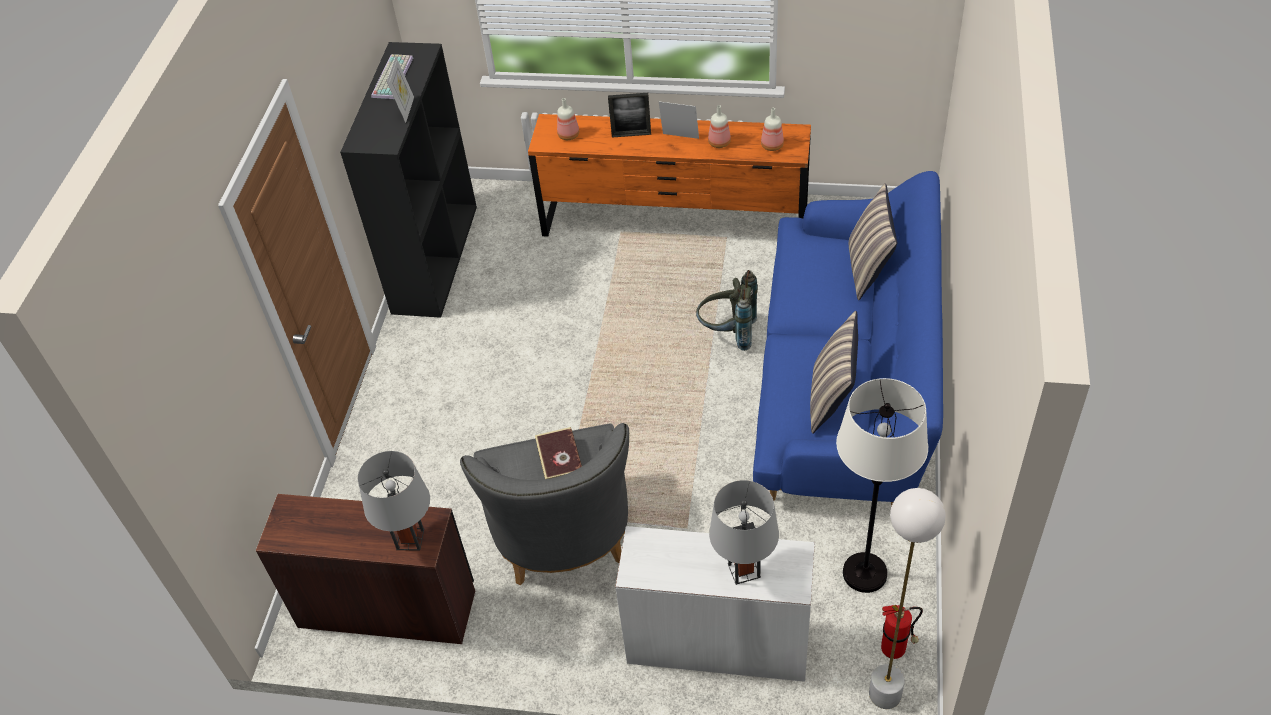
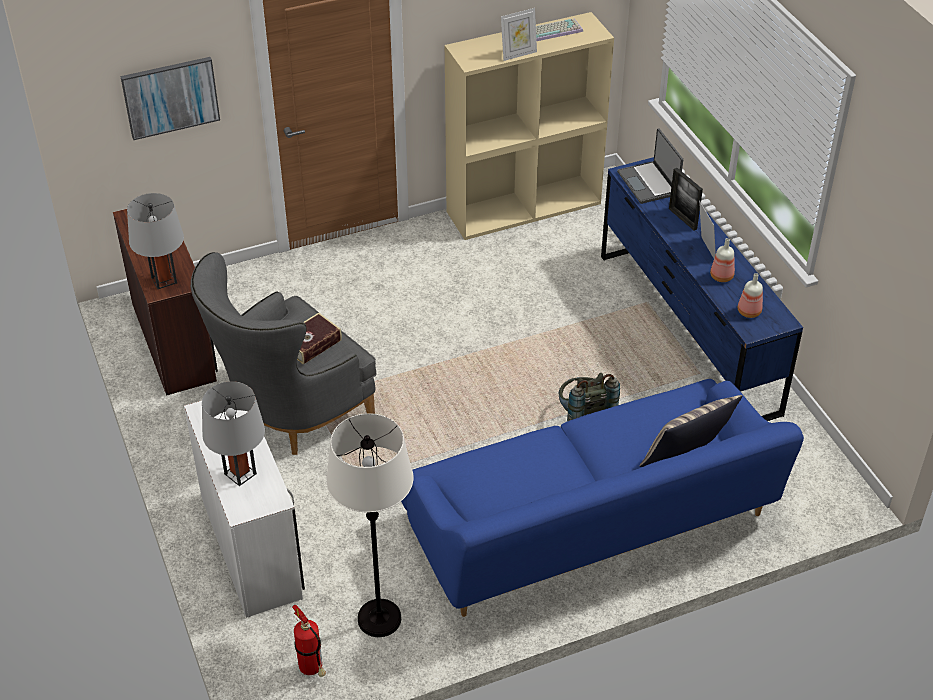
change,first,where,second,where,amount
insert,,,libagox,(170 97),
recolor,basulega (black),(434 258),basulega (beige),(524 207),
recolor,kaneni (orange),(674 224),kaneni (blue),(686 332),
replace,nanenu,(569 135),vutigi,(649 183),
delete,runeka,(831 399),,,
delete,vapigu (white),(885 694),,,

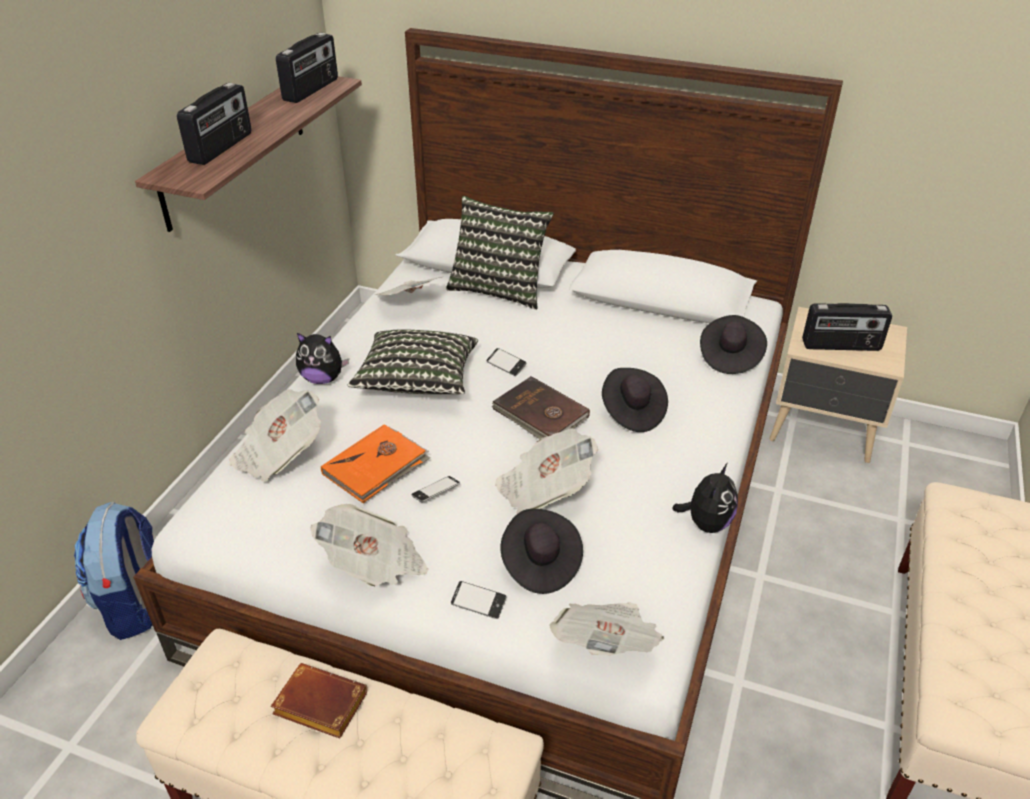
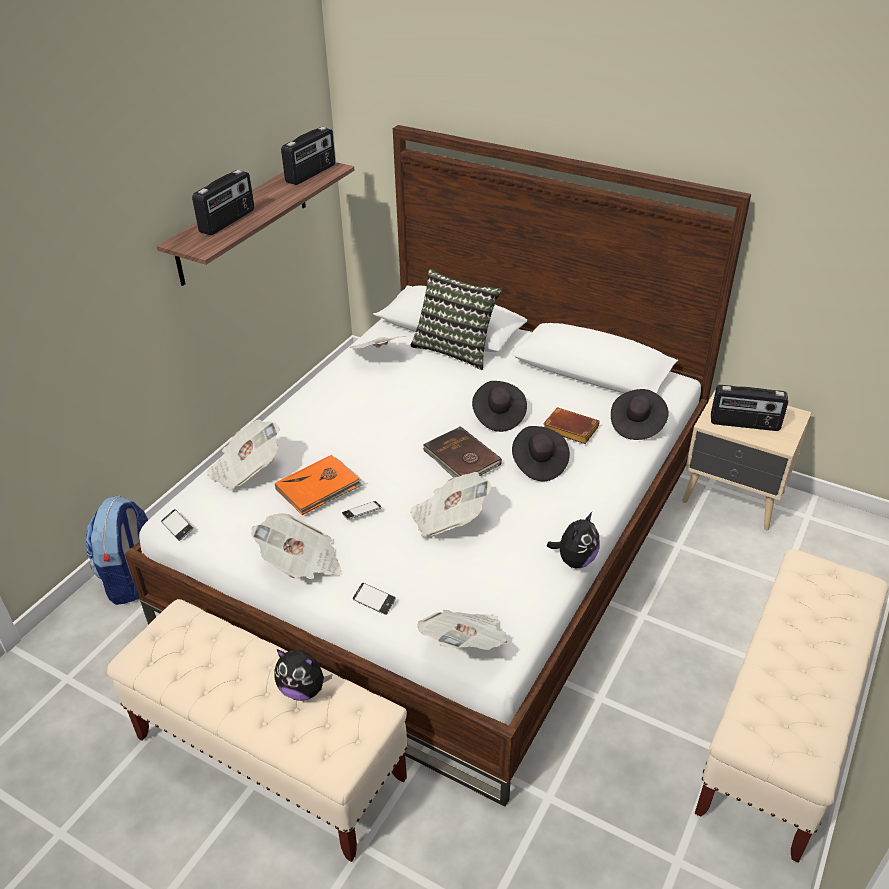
change,first,where,second,where,amount
move,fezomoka,(506 365),,(177 527),
move,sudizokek,(323 378),,(303 689),
move,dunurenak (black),(540 564),,(498 416),
move,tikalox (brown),(317 706),,(568 430),
delete,runeka,(417 381),,,

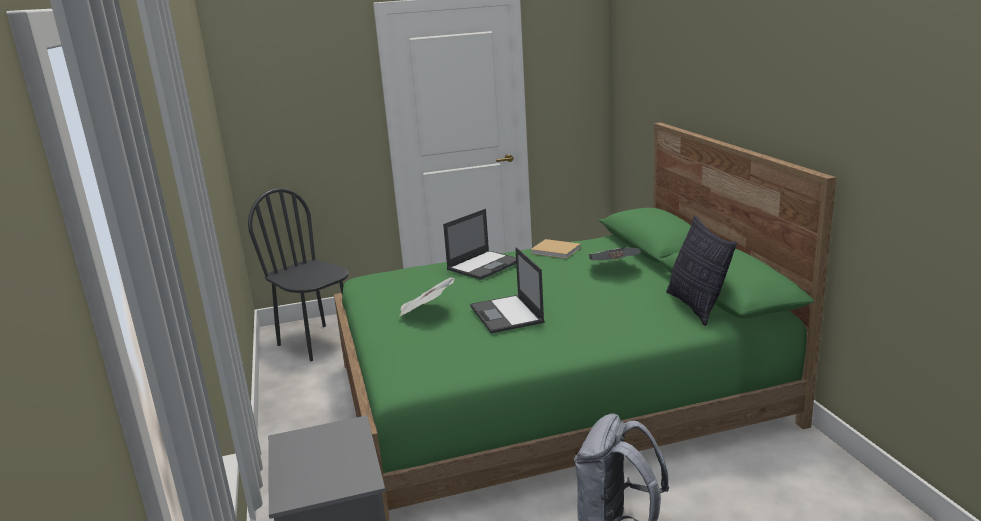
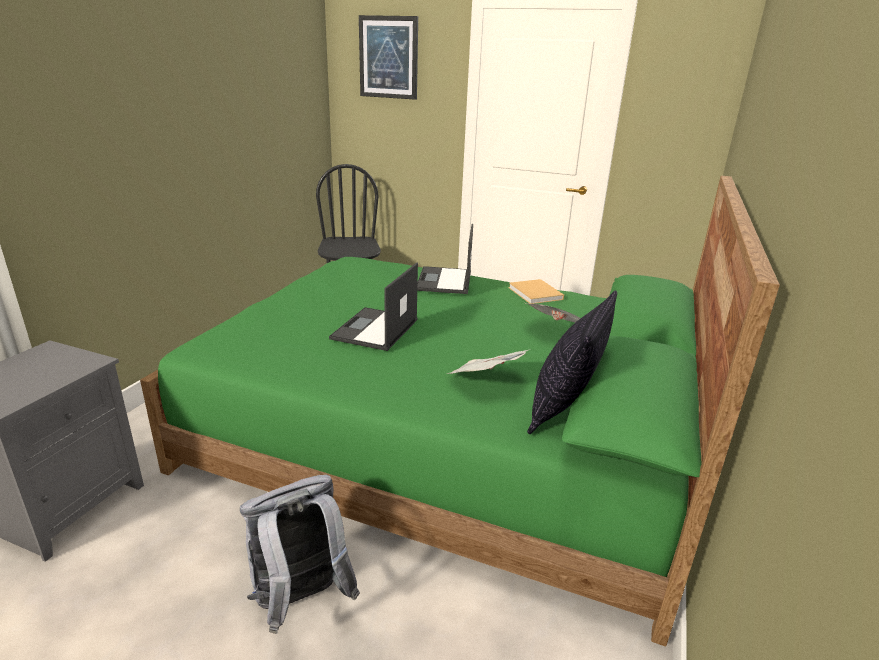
change,first,where,second,where,amount
insert,,,libagox,(388 57),
rotate,vutigi,(484 265),,(444 281),105 degrees clockwise
move,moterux,(426 311),,(486 381),

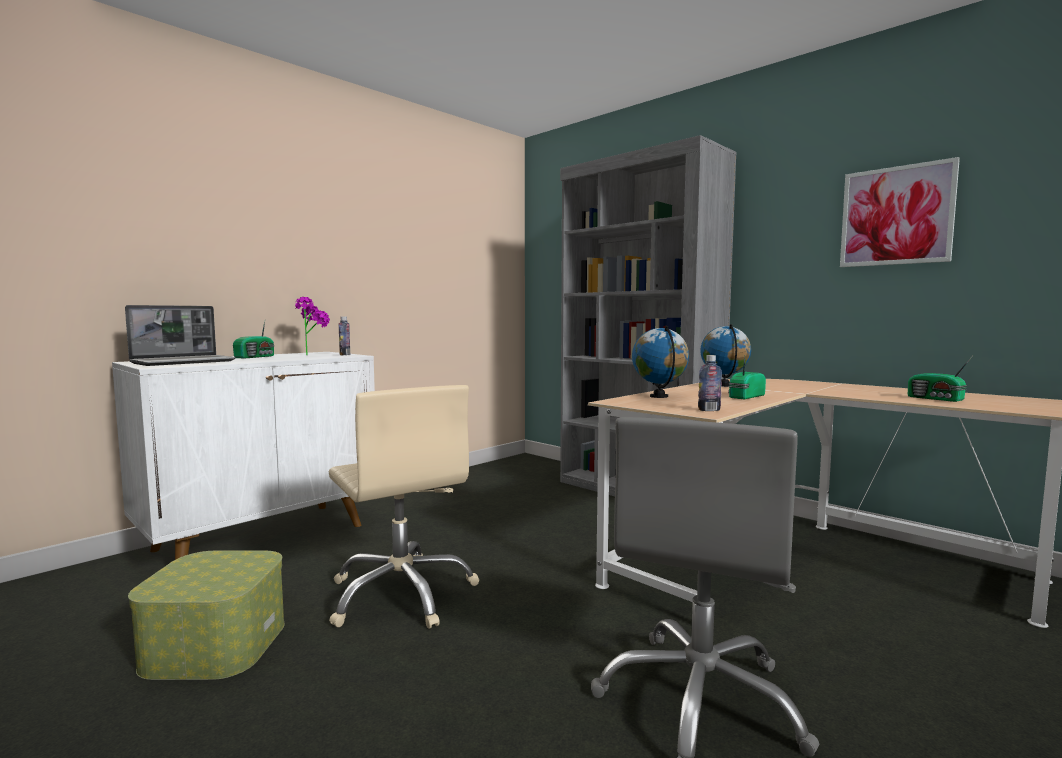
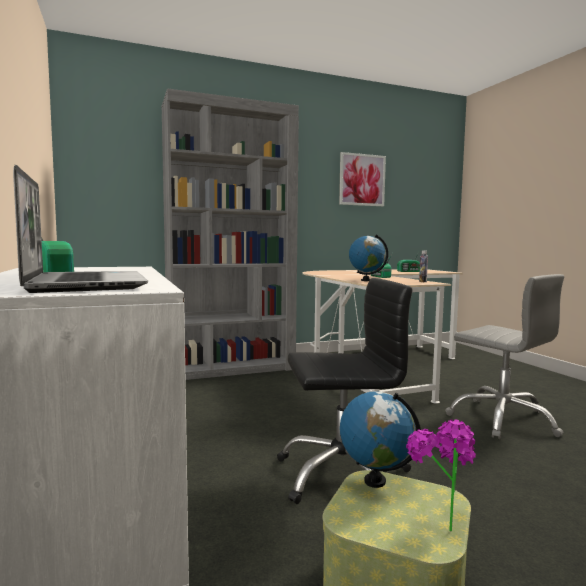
change,first,where,second,where,amount
recolor,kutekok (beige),(402 593),kutekok (black),(342 474),
move,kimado,(724 385),,(375 481),
move,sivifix,(313 354),,(439 522),
delete,nanenu,(345 354),,,

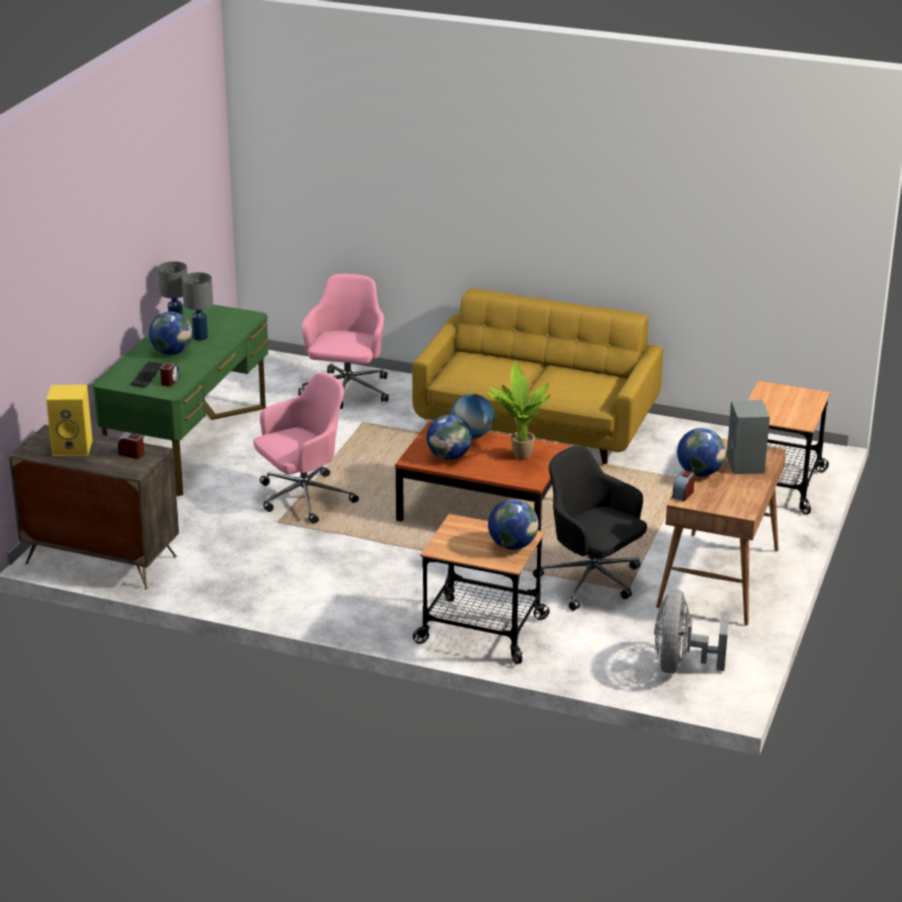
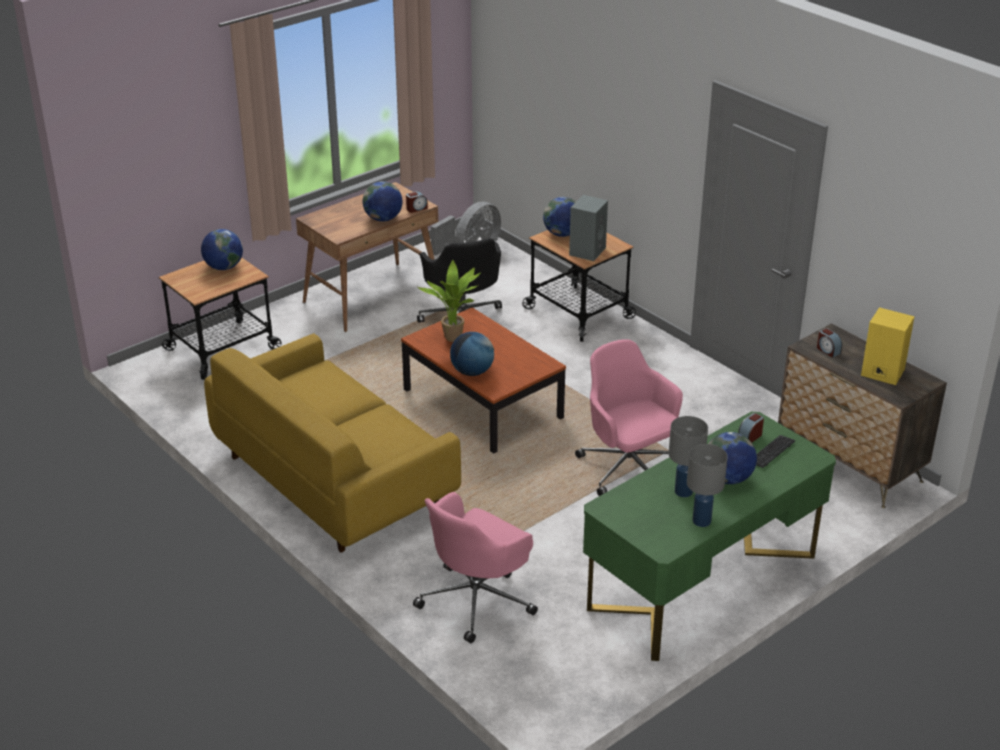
change,first,where,second,where,amount
move,kimado,(449 456),,(224 267),
move,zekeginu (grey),(746 465),,(587 251),
rotate,kutekok (pink),(303 498),,(628 468),60 degrees clockwise

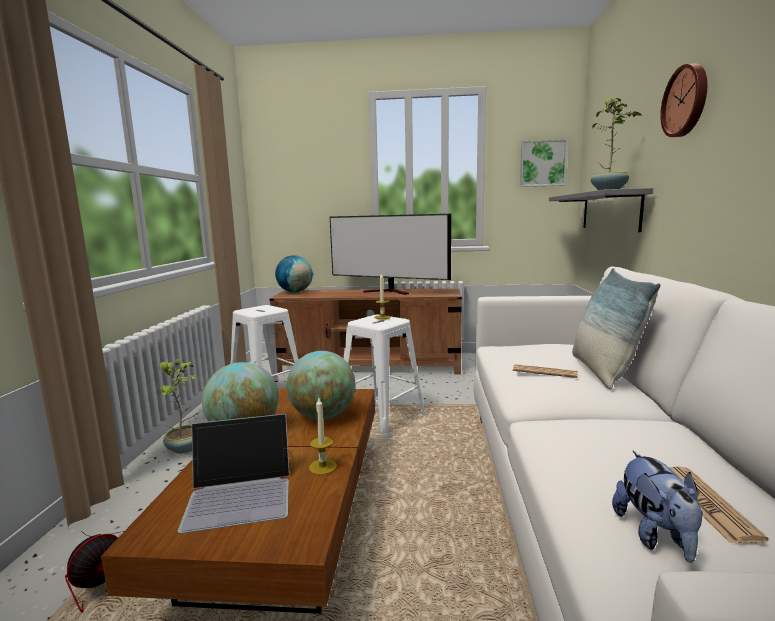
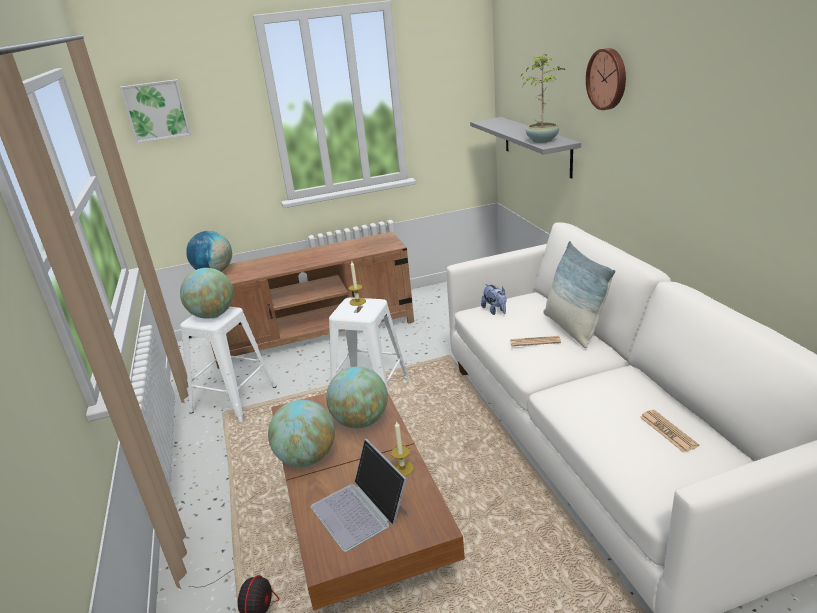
change,first,where,second,where,amount
move,libagox,(542 163),,(156 110),
insert,,,kimado,(213 315),
rotate,vutigi,(241 493),,(361 510),90 degrees clockwise
move,sudizokek,(655 536),,(495 311),
delete,sivifix,(186 448),,,
delete,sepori,(390 292),,,

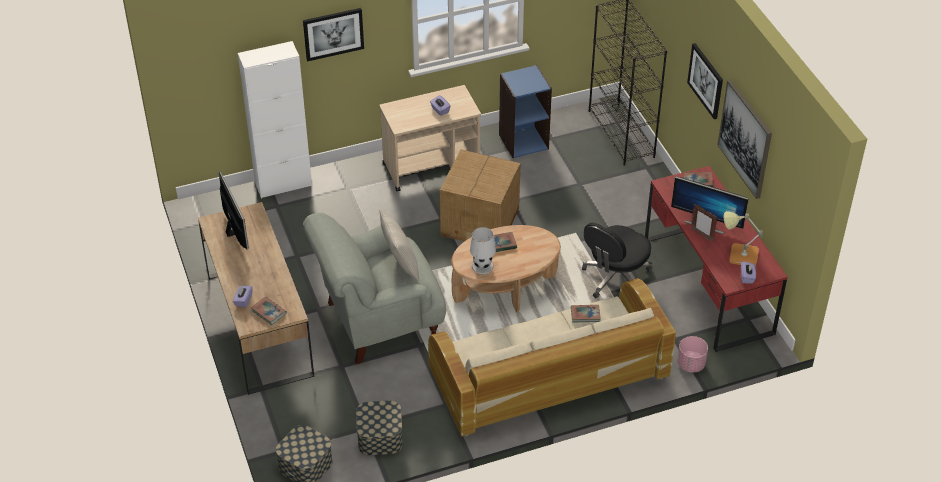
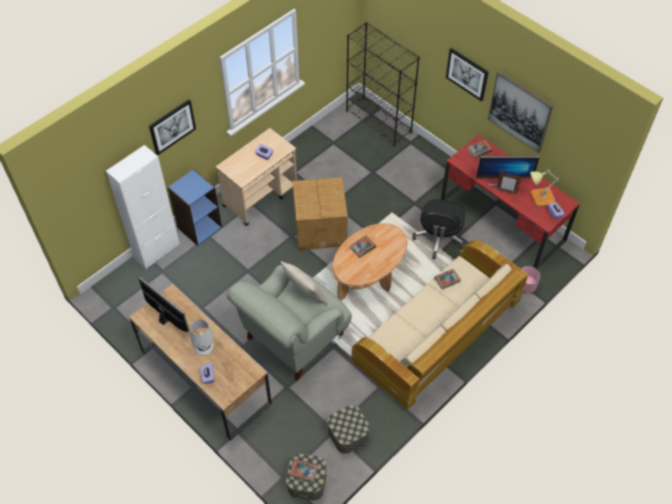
change,first,where,second,where,amount
move,basulega (blue),(523 141),,(199 227),
move,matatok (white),(482 266),,(204 346),
move,tikalox,(268 312),,(303 471),

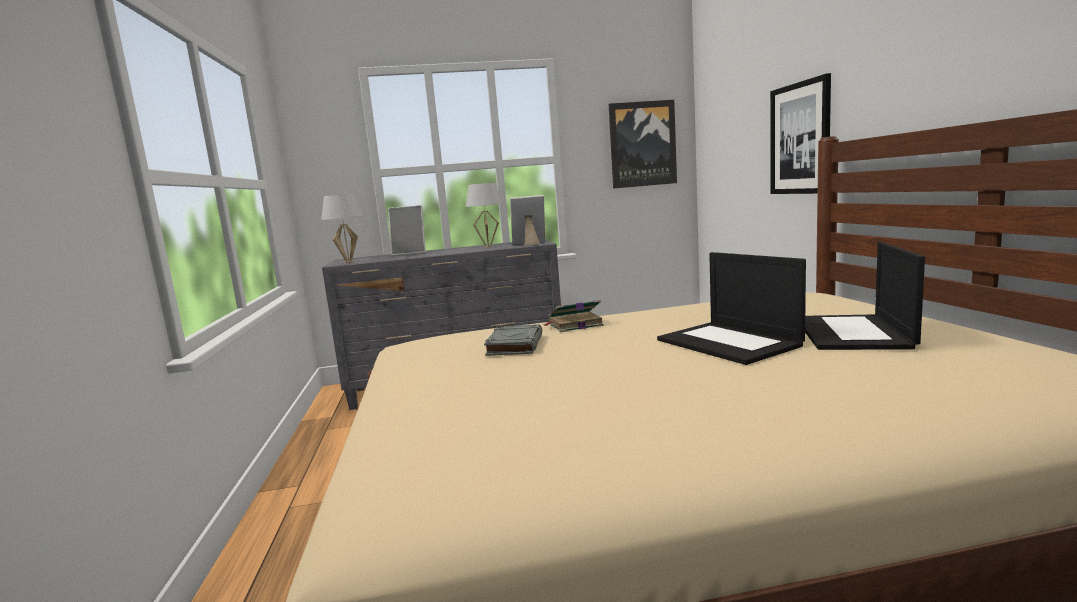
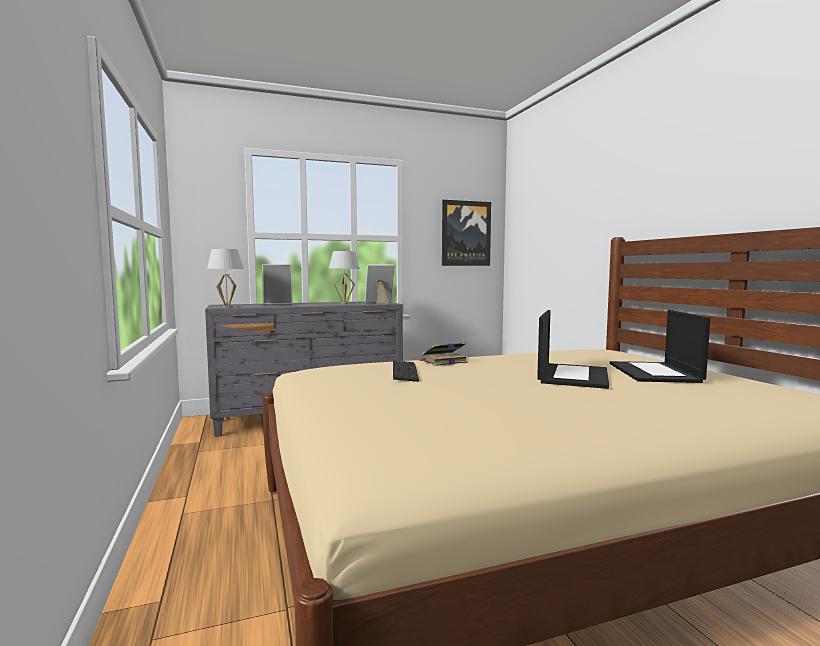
change,first,where,second,where,amount
replace,tikalox (grey),(514 345),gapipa,(404 372),
rotate,vutigi,(730 343),,(572 376),120 degrees counterclockwise
delete,libagox,(800 139),,,

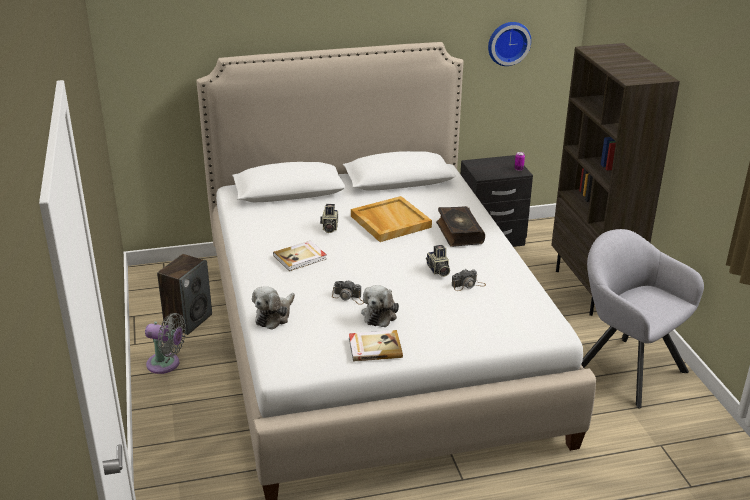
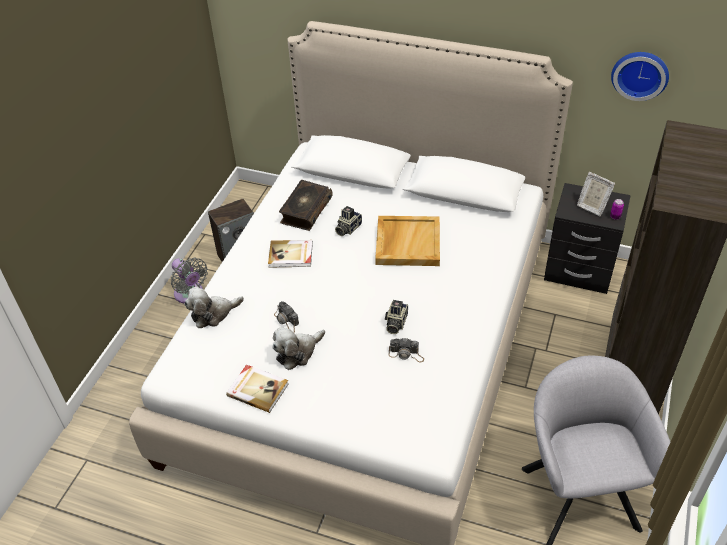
change,first,where,second,where,amount
move,tikalox,(458 233),,(305 211),
insert,,,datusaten,(591 207),

